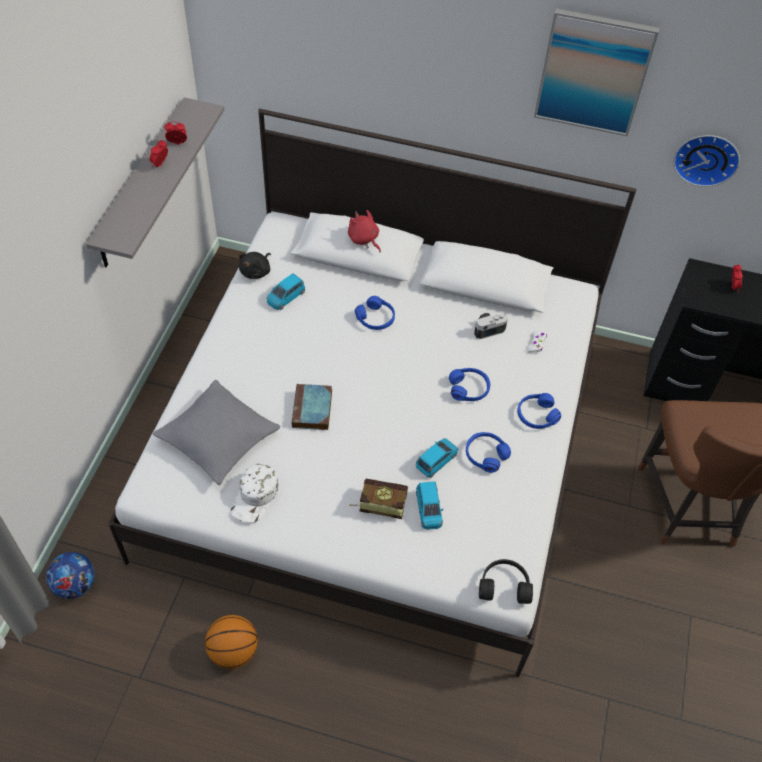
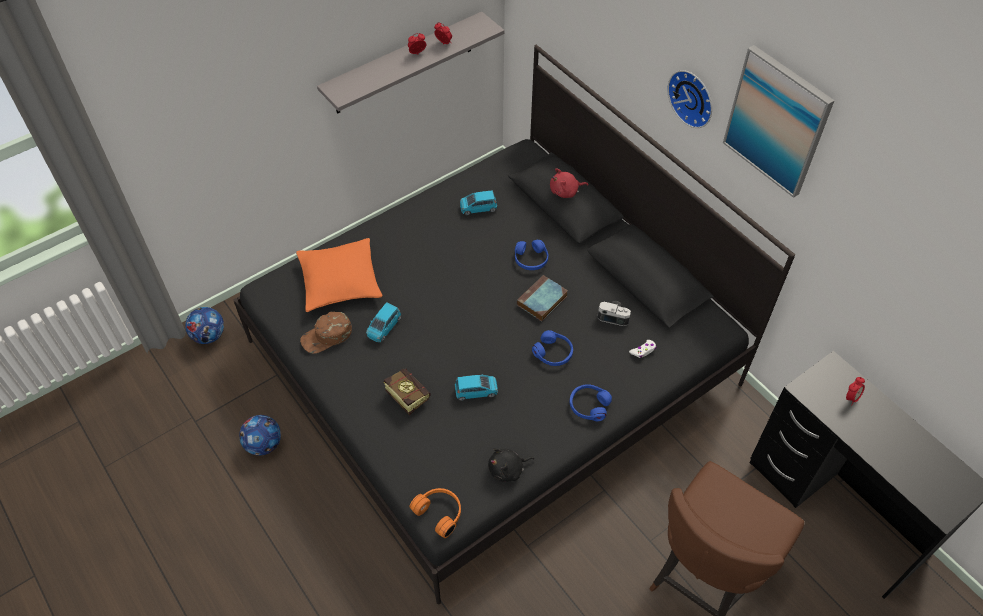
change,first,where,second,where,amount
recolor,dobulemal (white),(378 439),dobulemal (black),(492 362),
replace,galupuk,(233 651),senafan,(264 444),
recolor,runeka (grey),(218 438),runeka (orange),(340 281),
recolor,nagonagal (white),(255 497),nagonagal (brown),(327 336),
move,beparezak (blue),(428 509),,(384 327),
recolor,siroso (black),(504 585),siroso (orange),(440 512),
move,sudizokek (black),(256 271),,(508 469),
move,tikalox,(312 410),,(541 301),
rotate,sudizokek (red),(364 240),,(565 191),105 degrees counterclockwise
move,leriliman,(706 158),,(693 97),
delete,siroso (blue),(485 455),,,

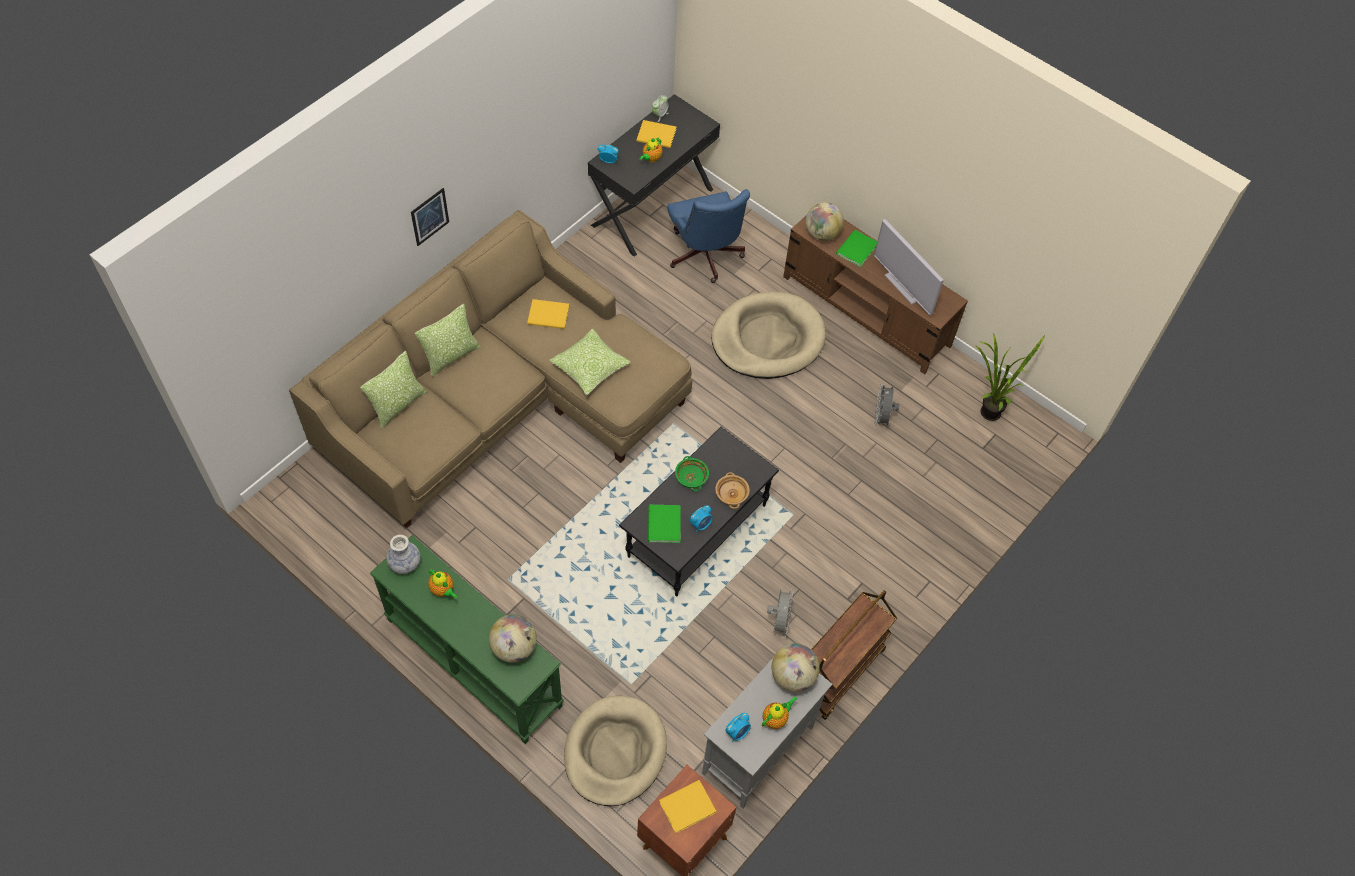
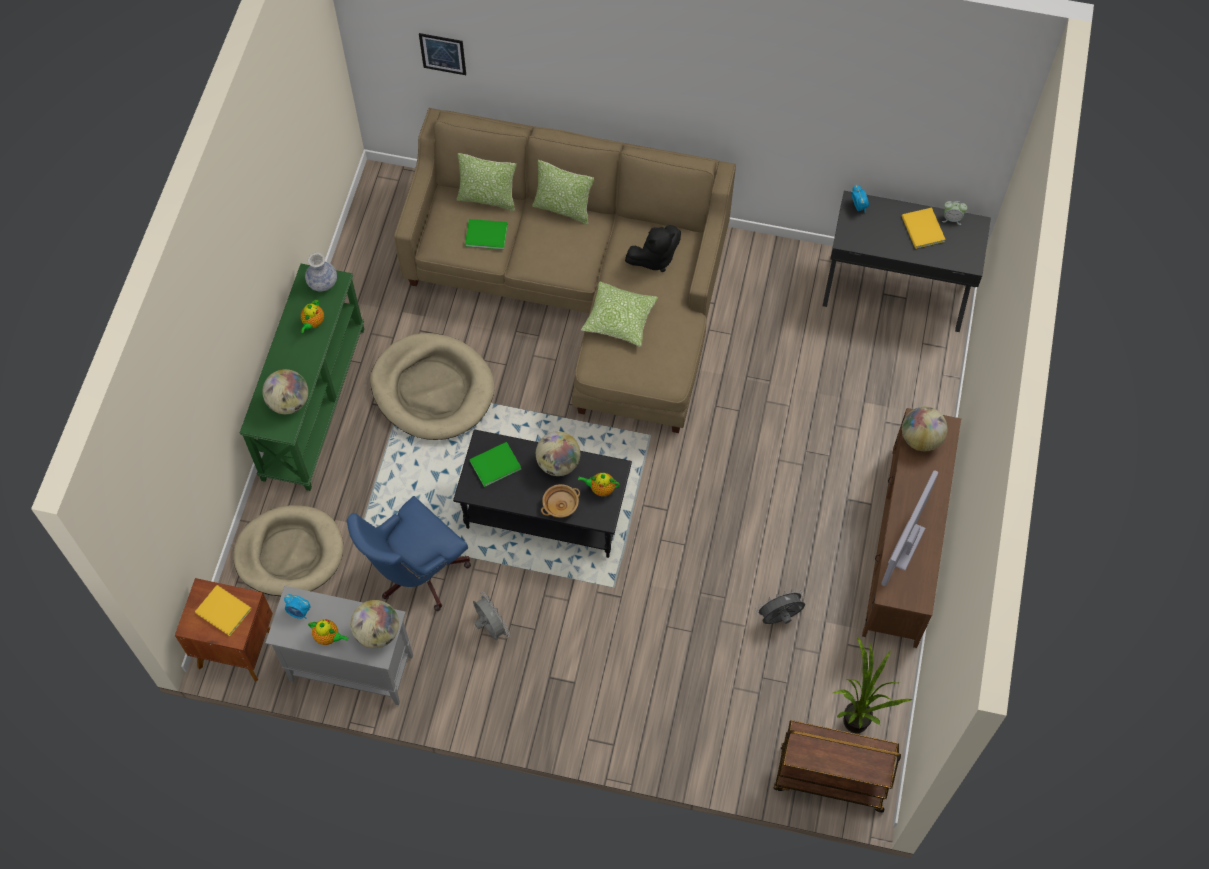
change,first,where,second,where,amount
move,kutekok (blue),(705 258),,(415 573),
move,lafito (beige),(767 339),,(432 389),
move,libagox,(429 216),,(443 53),
move,tikalox (green),(855 249),,(485 234),
rotate,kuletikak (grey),(779 621),,(490 627),105 degrees counterclockwise
replace,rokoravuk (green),(691 478),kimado,(558 463),
move,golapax,(651 158),,(600 489),
replace,tikalox (yellow),(549 316),sudizokek (black),(654 258),
move,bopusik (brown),(838 672),,(830 780),
delete,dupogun,(700 524),,,

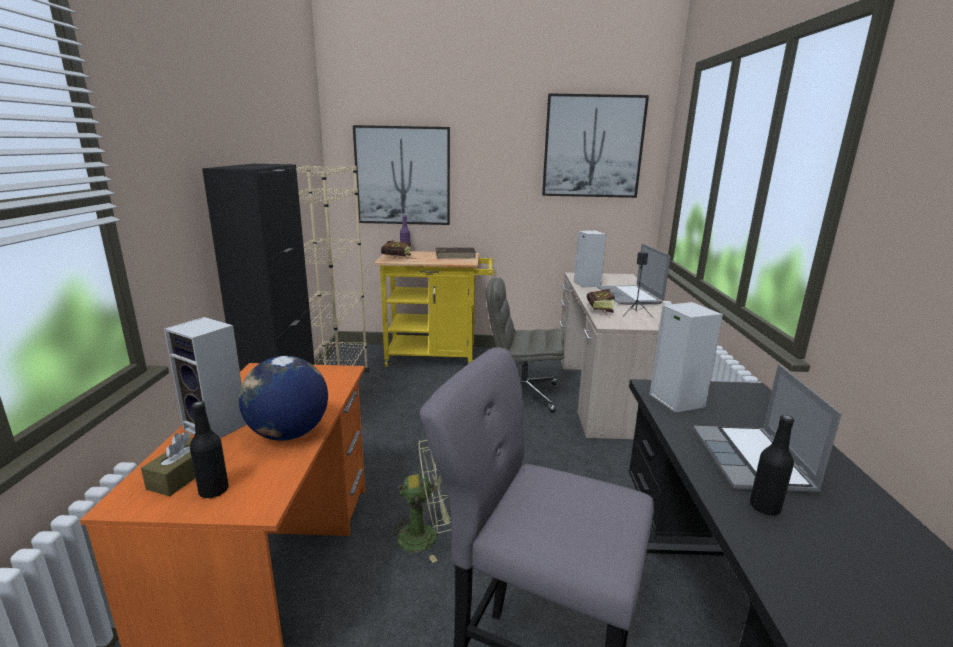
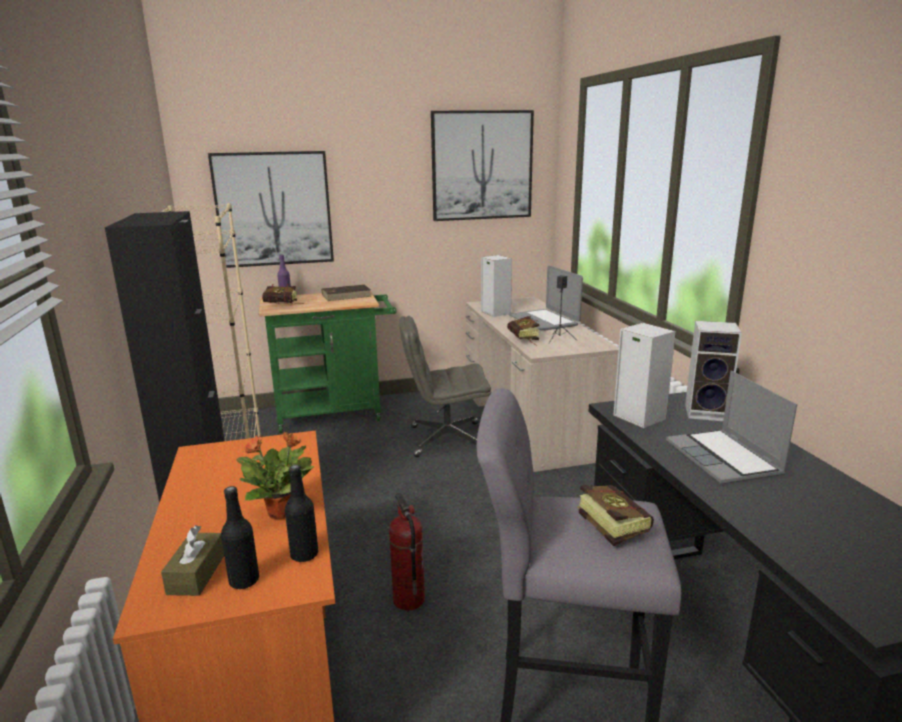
change,first,where,second,where,amount
replace,kimado,(288 434),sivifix,(282 512),
recolor,bopusik (yellow),(437 358),bopusik (green),(336 414),
move,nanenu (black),(764 507),,(304 555),
replace,kuletikak (green),(426 536),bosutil,(408 600),
insert,,,tikalox,(608 525),
move,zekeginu,(218 427),,(708 412),

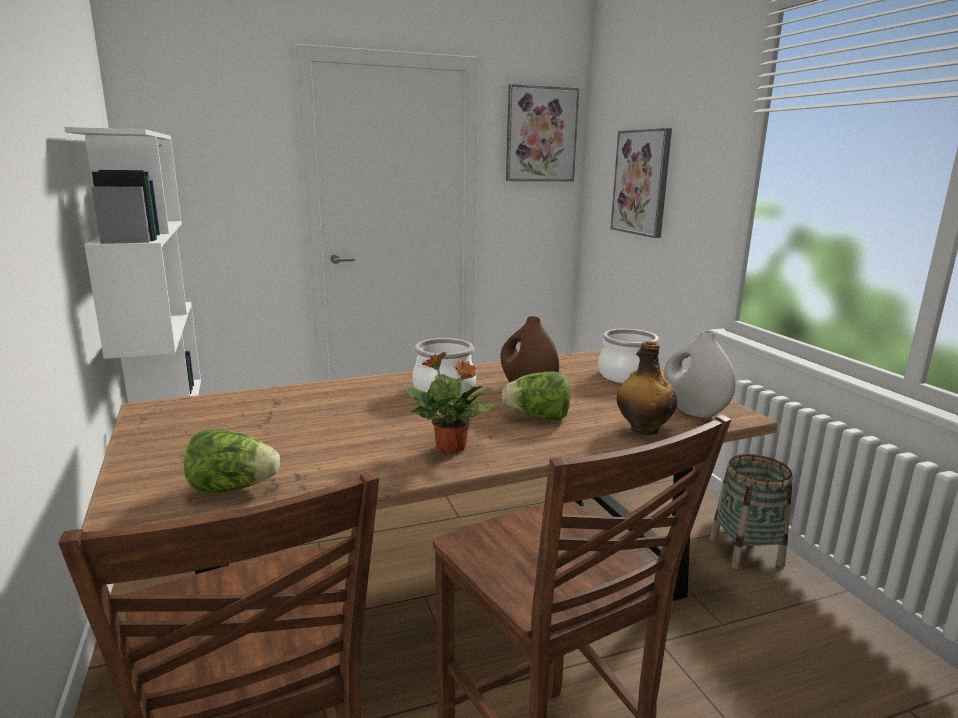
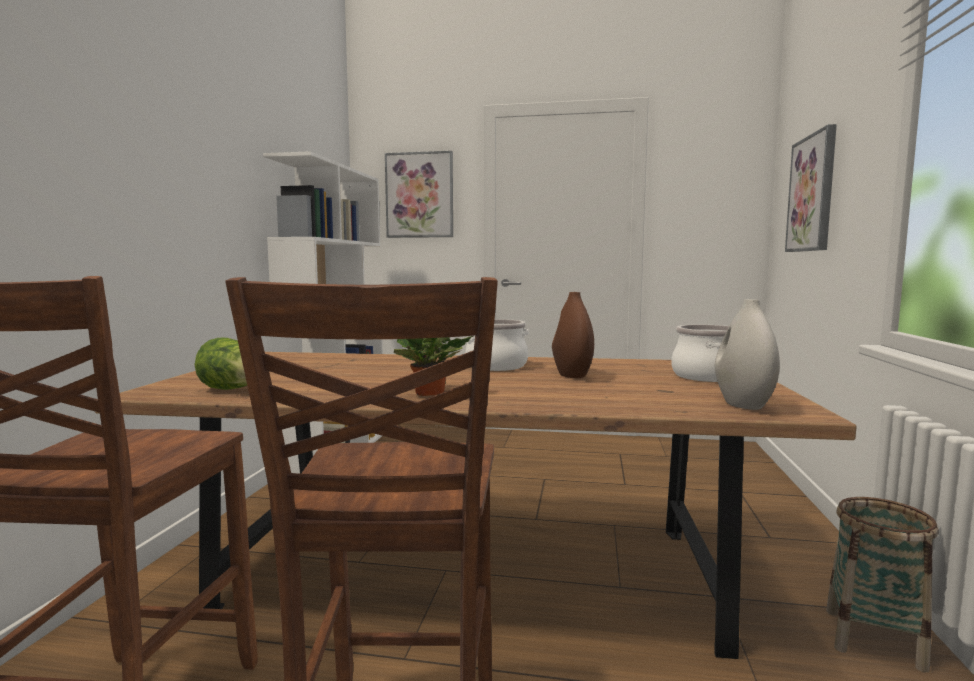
change,first,where,second,where,amount
move,libagox,(541 134),,(419 195),
delete,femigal,(538 417),,,
delete,nanenu,(643 429),,,

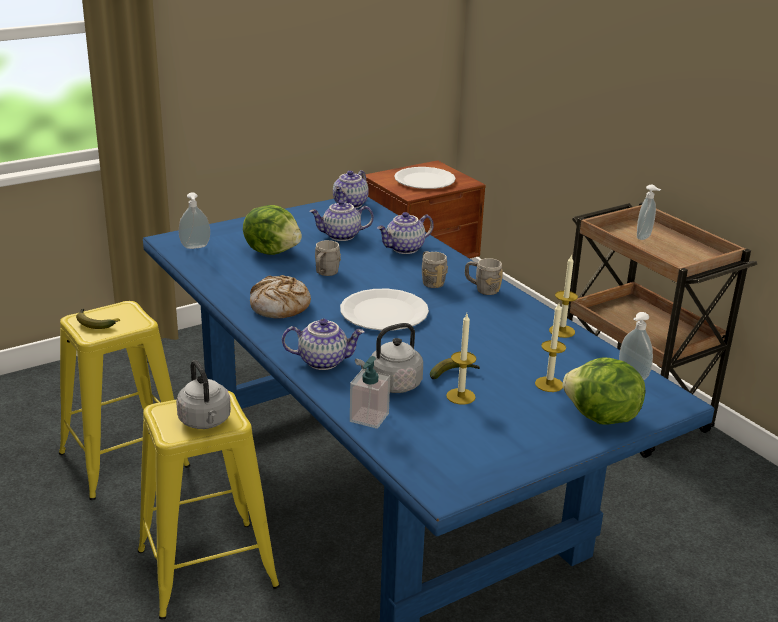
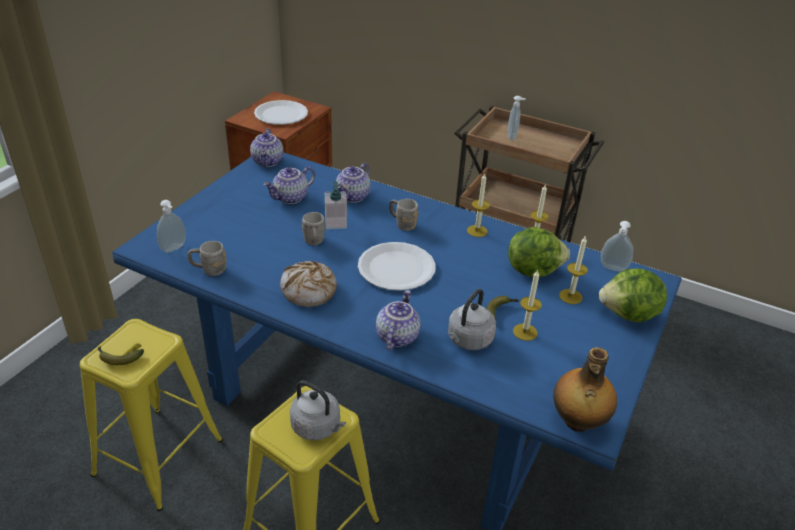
change,first,where,second,where,amount
move,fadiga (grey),(482 289),,(209 270),
move,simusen,(369 417),,(336 223),
rotate,golapax,(323 361),,(396 336),45 degrees counterclockwise
insert,,,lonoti,(477 231),
move,femigal,(273 251),,(533 269),
insert,,,nanenu,(577 421),

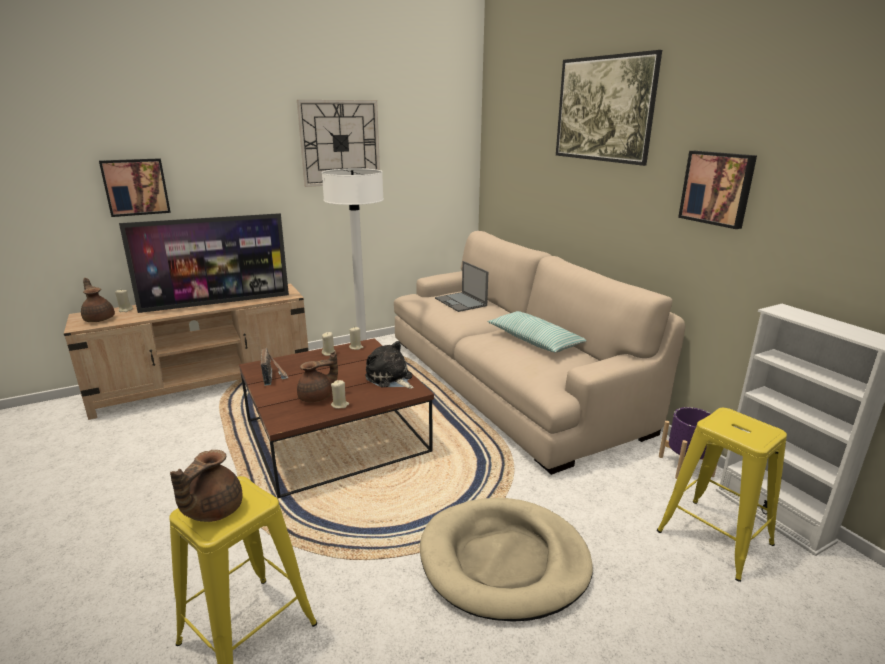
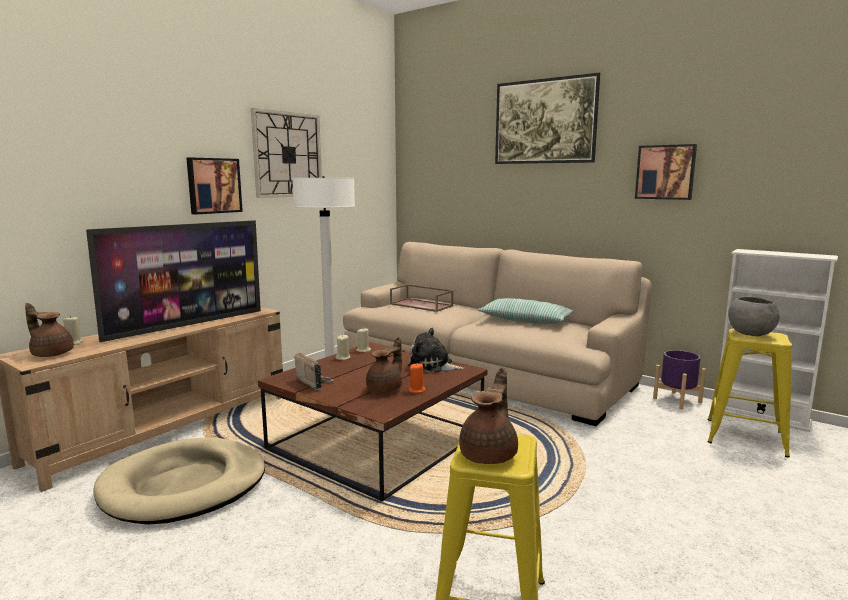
change,first,where,second,where,amount
move,lafito (beige),(504 561),,(184 486),
move,libagox,(136 187),,(213 185),
replace,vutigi,(461 302),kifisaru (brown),(422 305),
recolor,lonoti (beige),(340 405),lonoti (orange),(417 390),
rotate,golapax (brown),(212 511),,(490 454),150 degrees counterclockwise
insert,,,rokoravuk (grey),(750 334),

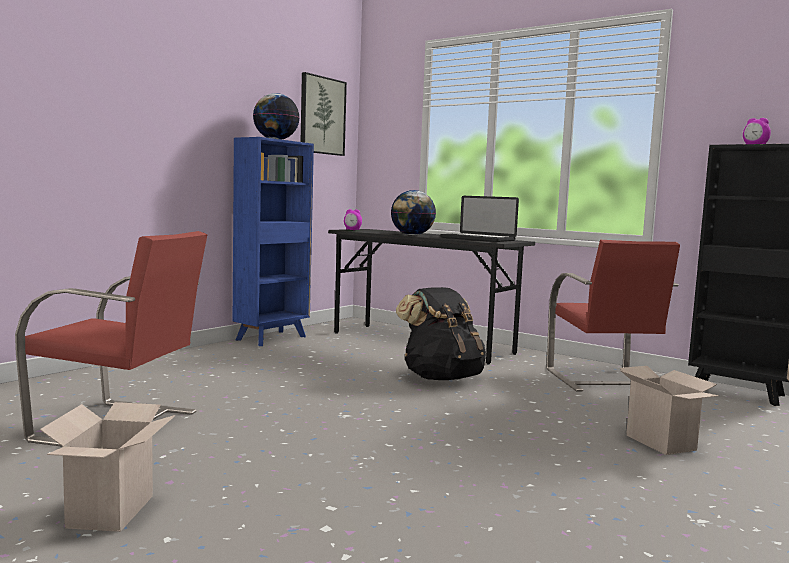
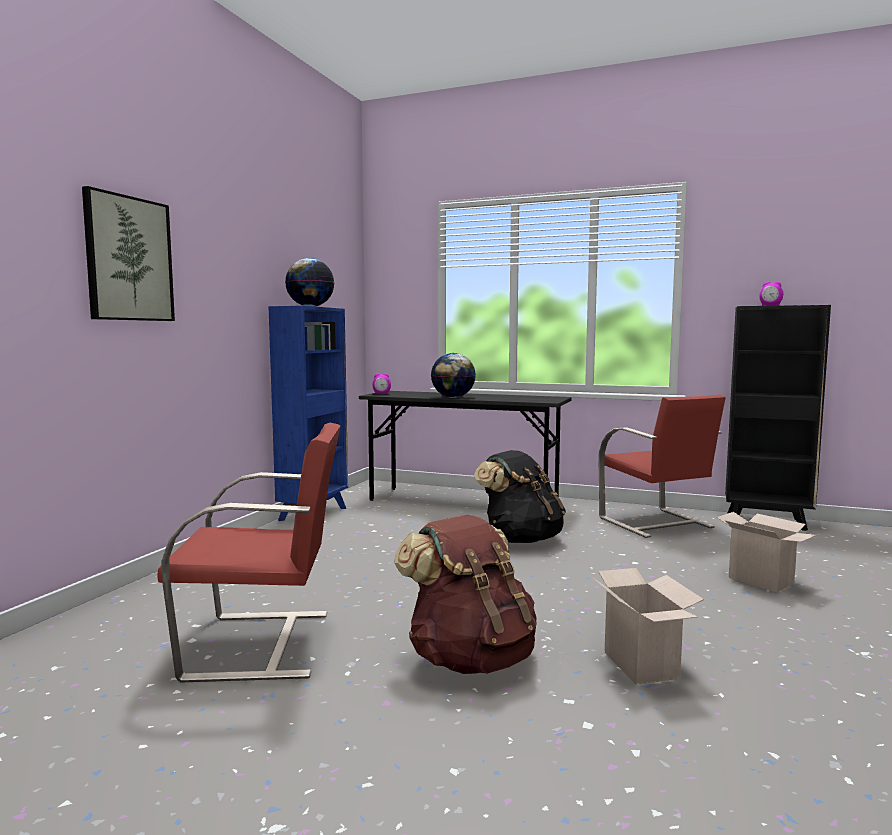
change,first,where,second,where,amount
move,libagox,(322 115),,(128 259),
insert,,,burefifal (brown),(470 658),
move,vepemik,(112 513),,(643 666),
delete,vutigi,(478 239),,,

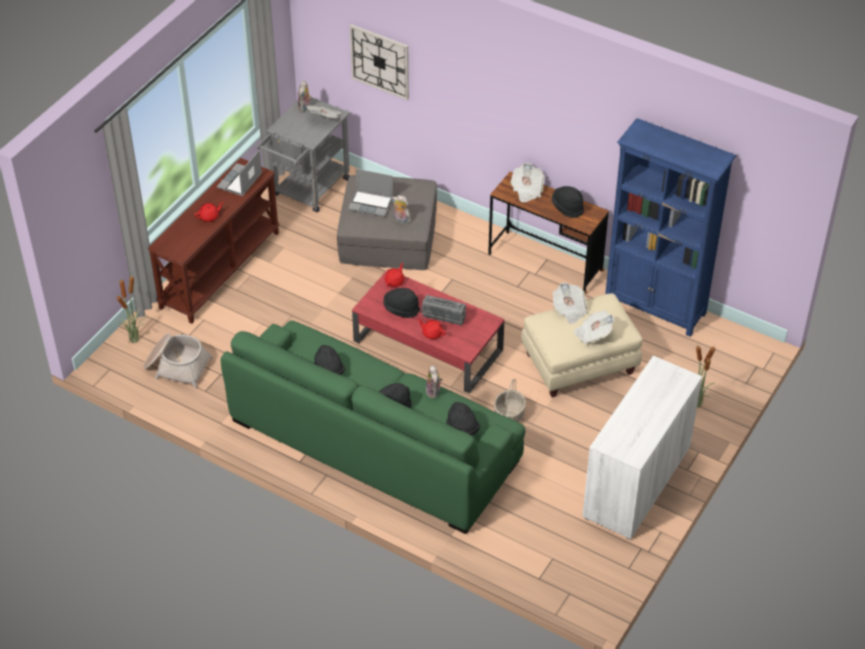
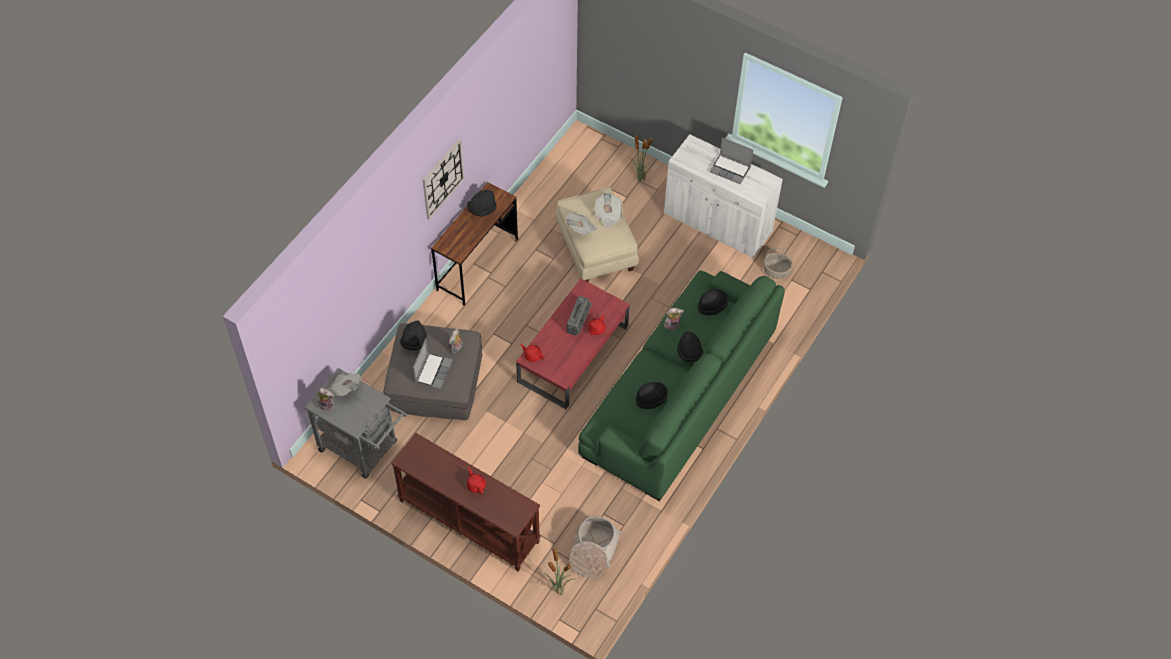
change,first,where,second,where,amount
move,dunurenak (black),(401 309),,(414 342),
move,leriliman,(380 61),,(442 178),
move,vutigi,(240 181),,(730 169),
move,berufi,(509 414),,(776 271),
delete,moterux,(527 190),,,
delete,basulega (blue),(655 307),,,

